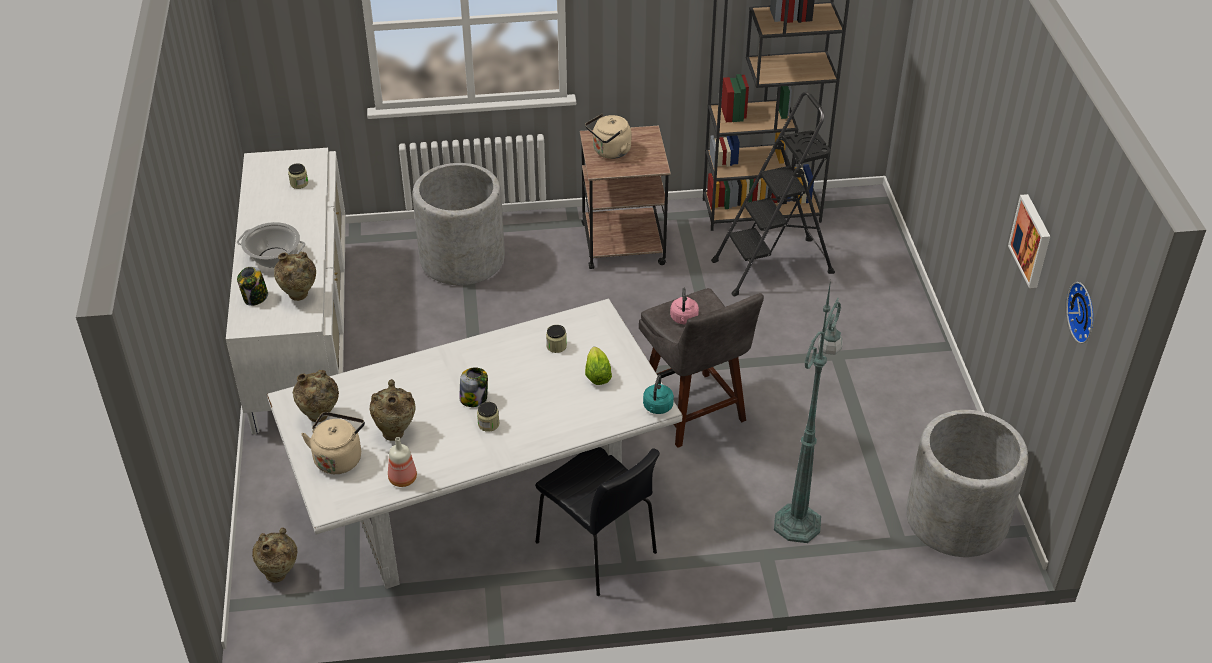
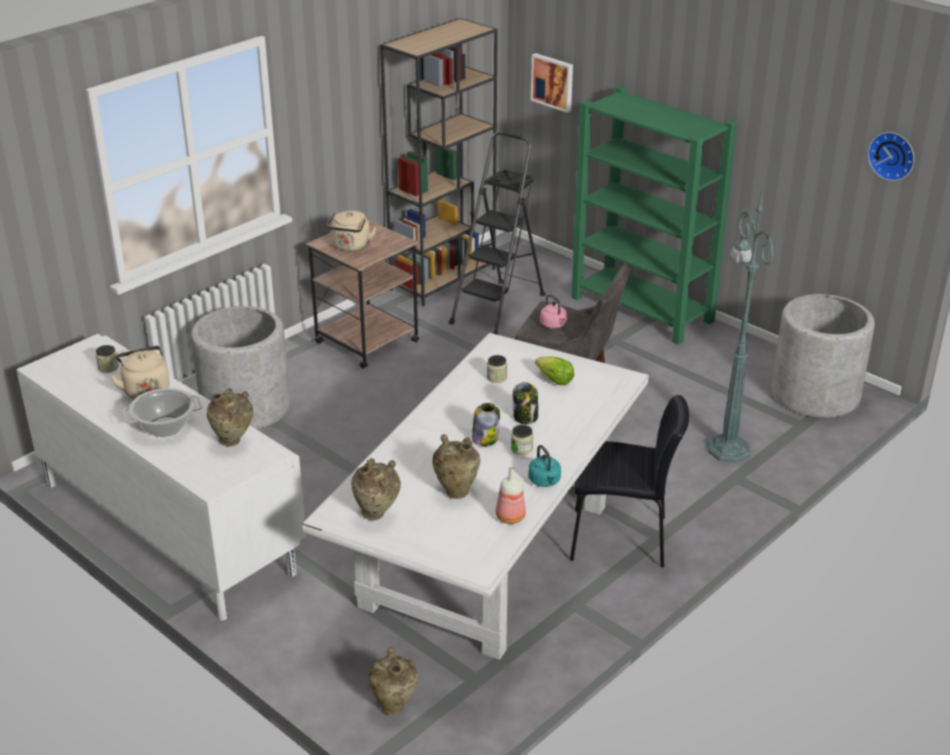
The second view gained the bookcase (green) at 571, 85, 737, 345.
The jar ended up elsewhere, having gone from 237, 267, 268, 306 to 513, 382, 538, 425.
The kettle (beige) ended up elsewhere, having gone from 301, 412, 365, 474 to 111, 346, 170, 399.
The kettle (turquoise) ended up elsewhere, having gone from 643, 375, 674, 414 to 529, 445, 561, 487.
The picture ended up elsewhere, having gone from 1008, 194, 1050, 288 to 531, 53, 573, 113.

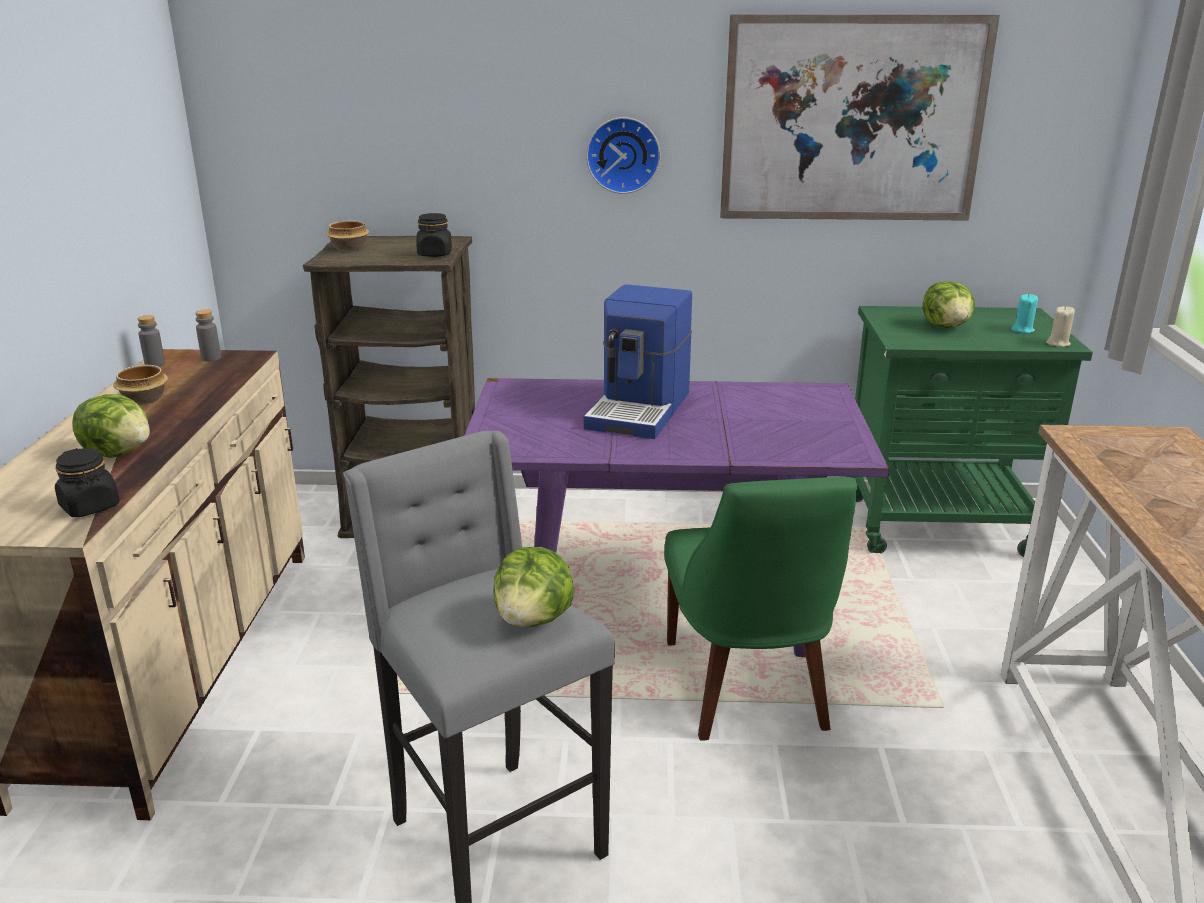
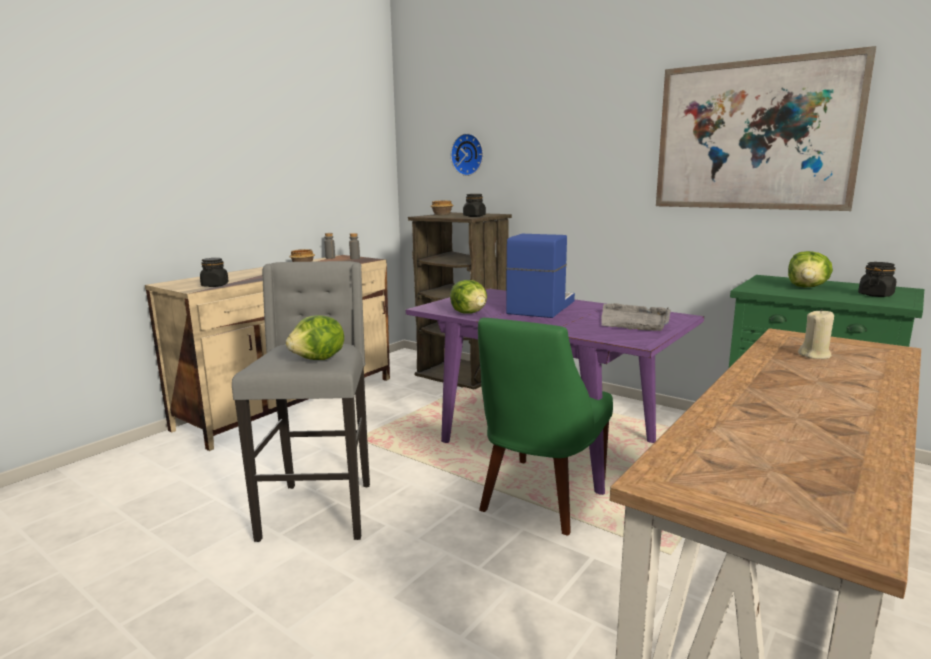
The second view gained the tray (grey) at 602, 303, 671, 331.
The lettuce ended up elsewhere, having gone from 72, 394, 150, 458 to 450, 280, 487, 314.
The wall clock ended up elsewhere, having gone from 586, 117, 661, 194 to 451, 133, 483, 176.
The candle (beige) ended up elsewhere, having gone from 1046, 306, 1075, 347 to 798, 309, 834, 359.
Where the candle (turquoise) stood at 1011, 294, 1038, 333, the jar (black) came to stand at 858, 262, 896, 297.
The coffee machine at 584, 284, 692, 439 ended up facing another way, 150 degrees clockwise from before.

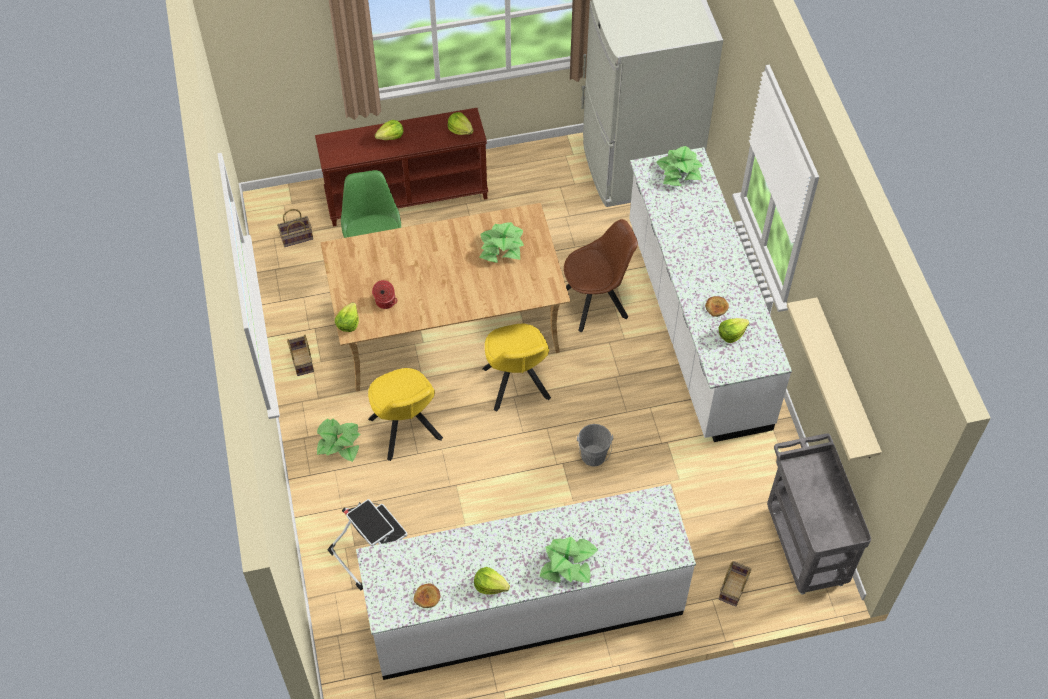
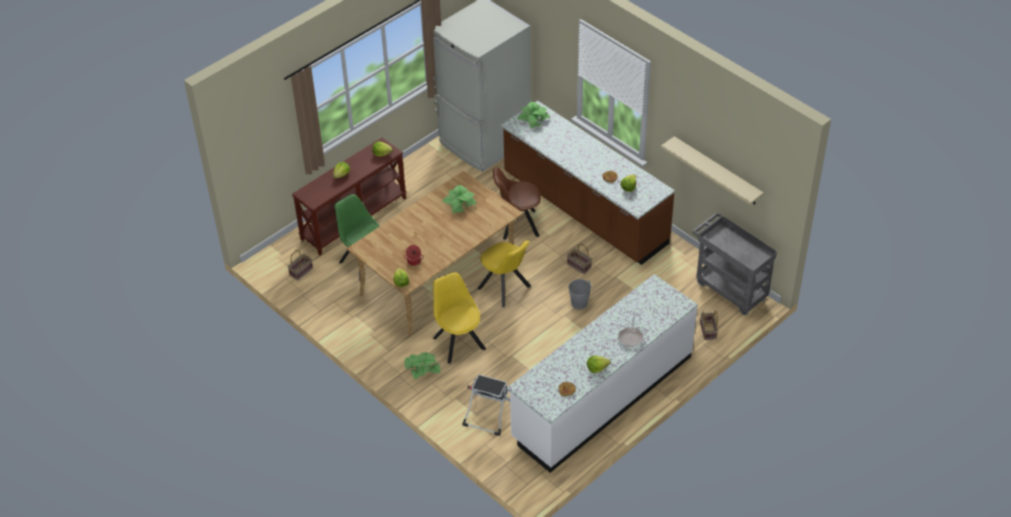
The basket ended up elsewhere, having gone from 287, 334, 314, 376 to 567, 244, 592, 274.
Where the potted plant stood at 540, 537, 598, 583, the frying pan came to stand at 618, 313, 643, 347.
What was the counter (white) at 629, 147, 792, 442 turned into the counter (brown) at 501, 101, 675, 265.
The chair (yellow) at 368, 368, 443, 461 ended up facing another way, 150 degrees counterclockwise from before.
The chair (brown) at 564, 219, 638, 332 ended up facing another way, 135 degrees counterclockwise from before.

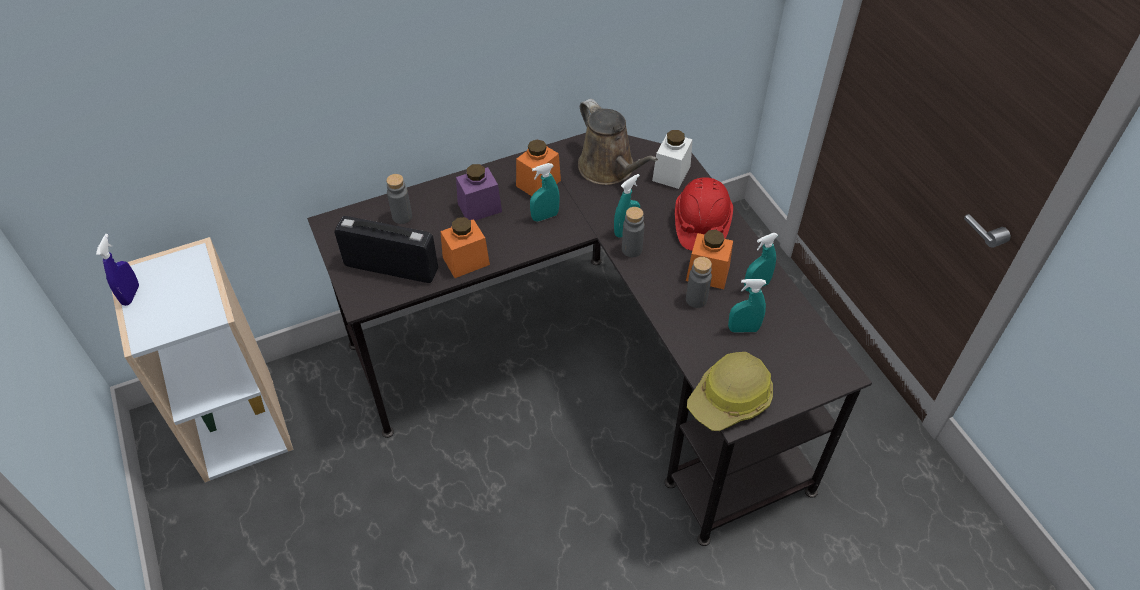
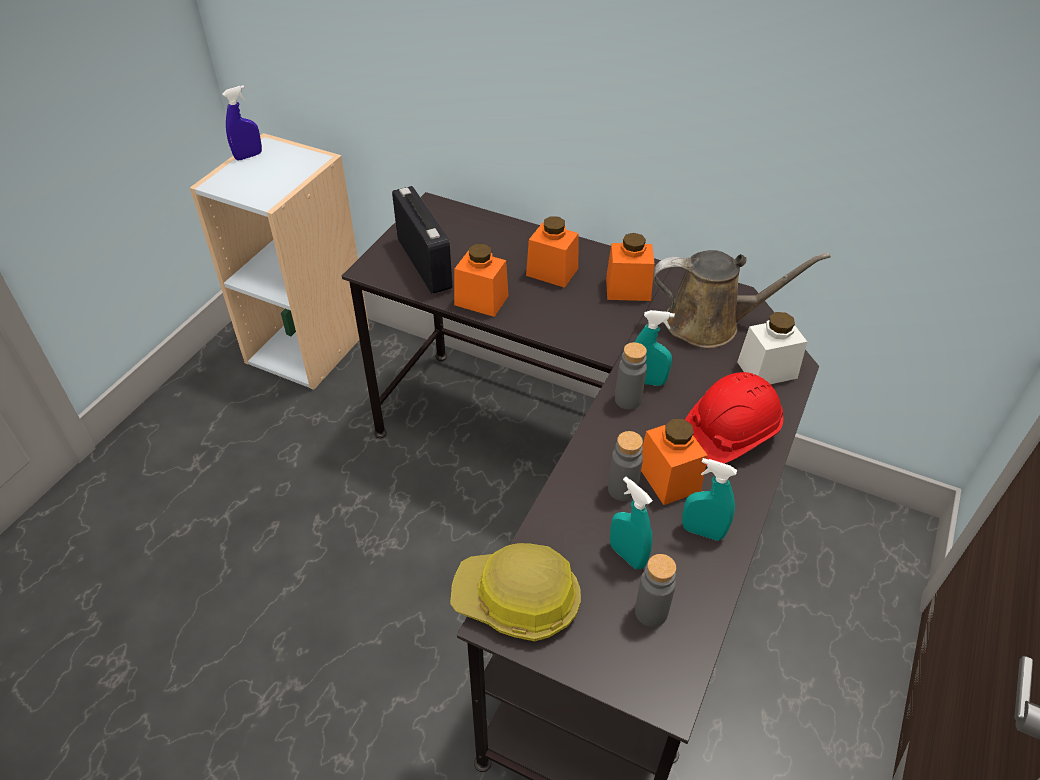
The second view lost the spray bottle (turquoise) at 530, 163, 560, 221.
The bottle (grey) ended up elsewhere, having gone from 386, 174, 412, 224 to 635, 554, 676, 627.
What was the jar (purple) at 456, 164, 502, 221 turned into the jar (orange) at 526, 216, 579, 288.
The watering can (brown) at 578, 99, 658, 185 ended up facing another way, 105 degrees counterclockwise from before.

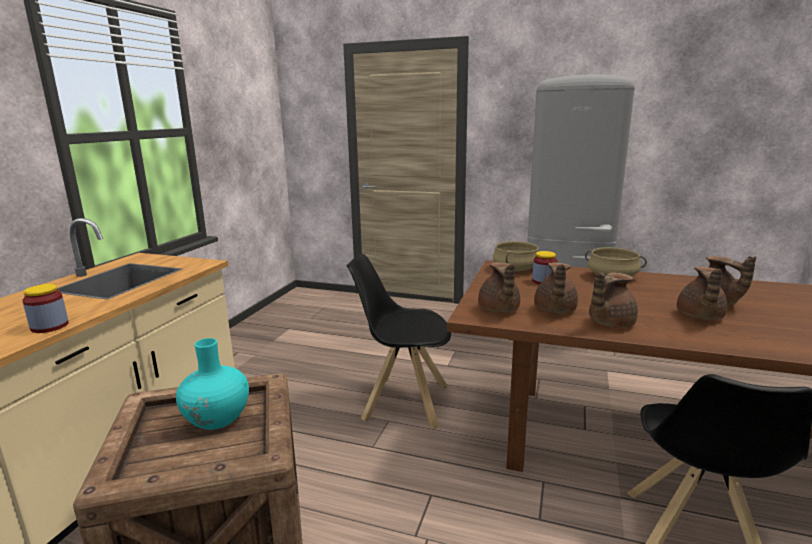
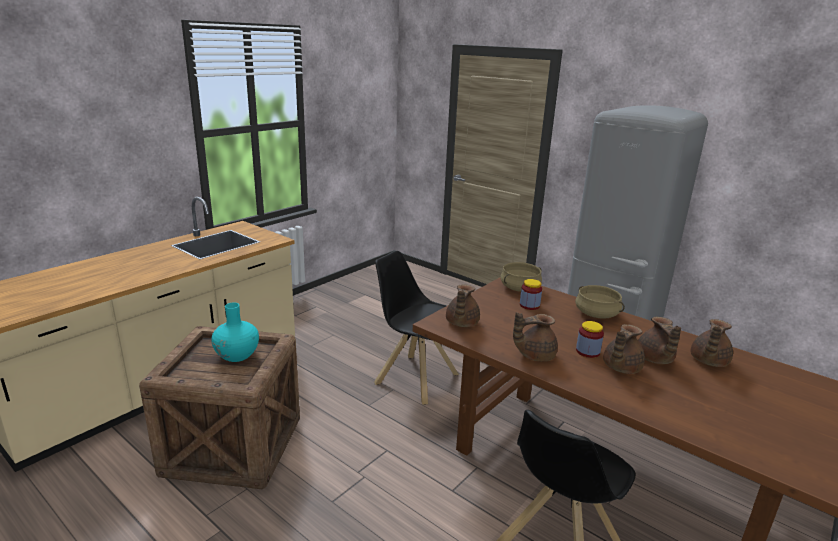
The jar ended up elsewhere, having gone from 22, 284, 69, 333 to 576, 321, 604, 358.
The teapot (brown) ended up elsewhere, having gone from 534, 263, 578, 314 to 690, 319, 733, 367.

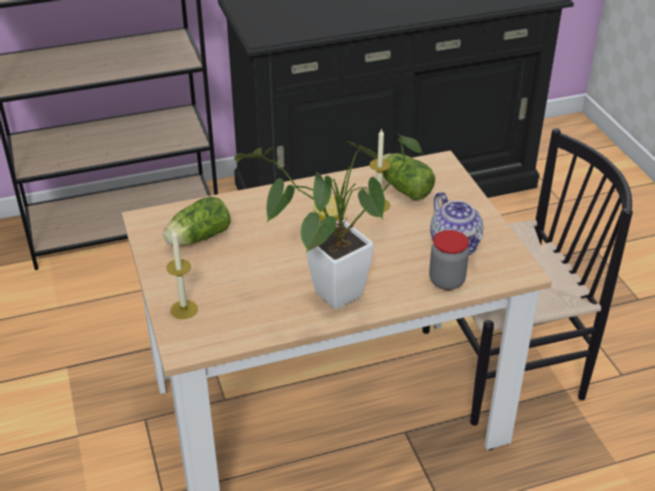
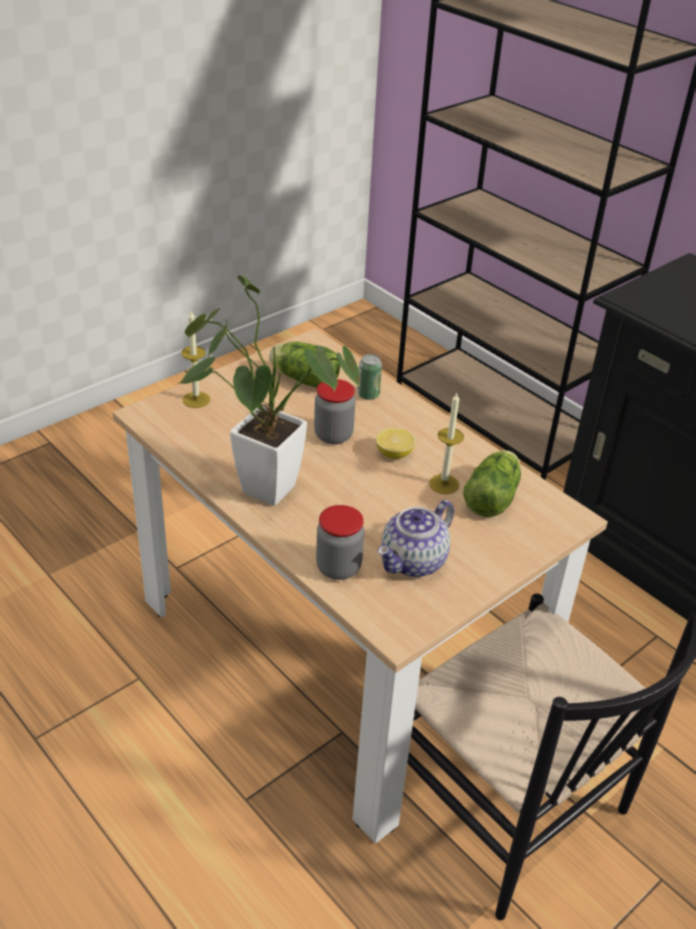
The second view gained the jar at 314, 379, 356, 444.
The second view gained the can at 357, 354, 382, 400.

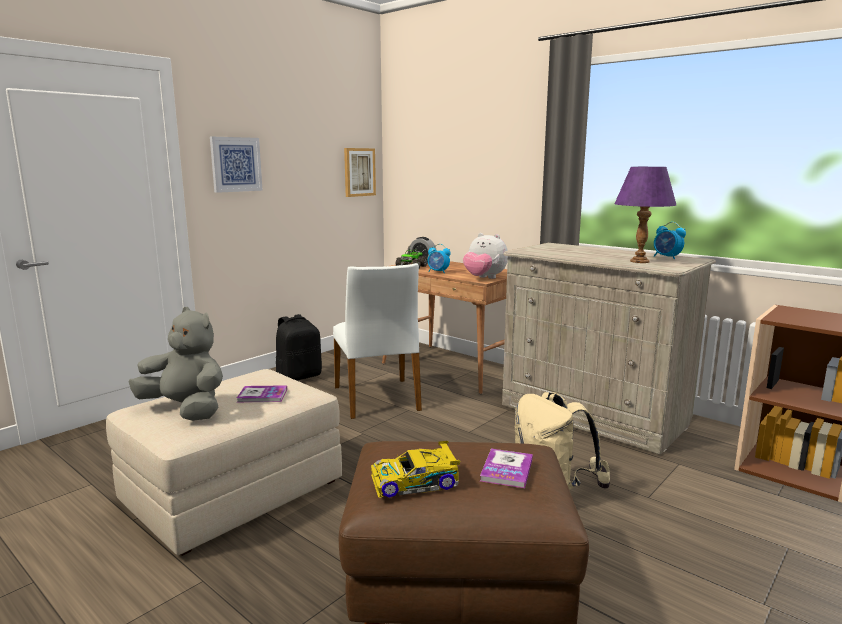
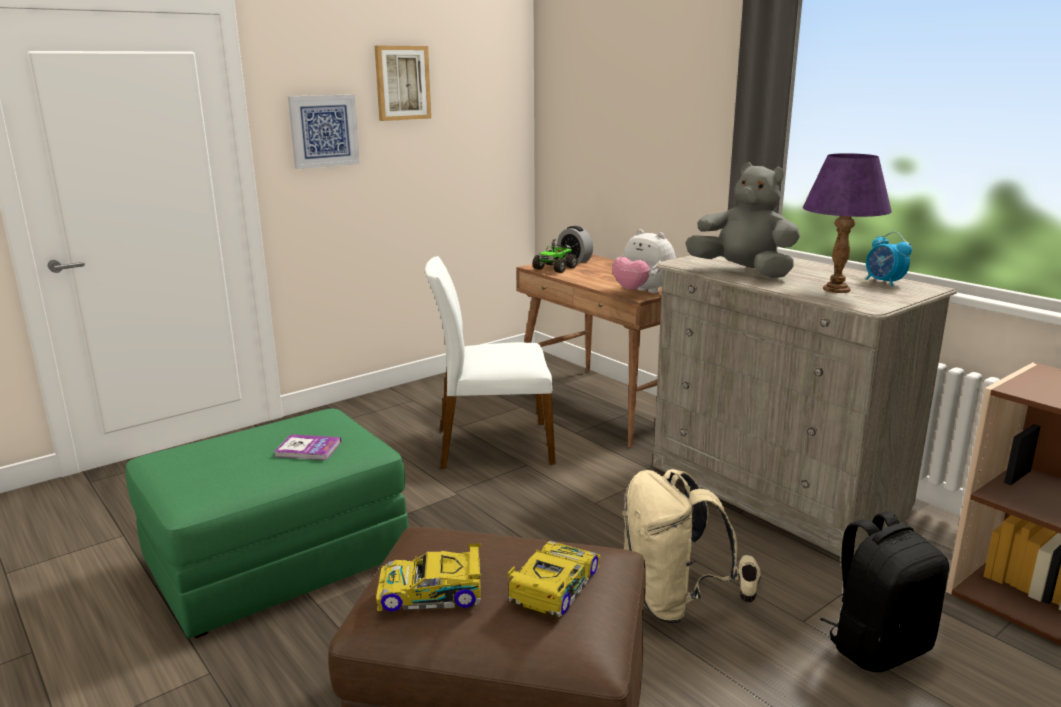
The second view lost the alarm clock at 428, 244, 451, 273.
The plush toy (grey) ended up elsewhere, having gone from 129, 307, 223, 421 to 685, 162, 800, 278.
The backpack (black) ended up elsewhere, having gone from 276, 314, 322, 381 to 820, 511, 949, 672.
The picture ended up elsewhere, having gone from 344, 148, 376, 197 to 375, 46, 431, 121.
Where the book stood at 480, 449, 533, 488, the toy car came to stand at 507, 541, 600, 618.
What was the ottoman (beige) at 106, 369, 342, 556 turned into the ottoman (green) at 125, 408, 408, 639.
The chair (white) at 333, 263, 422, 419 ended up facing another way, 90 degrees clockwise from before.

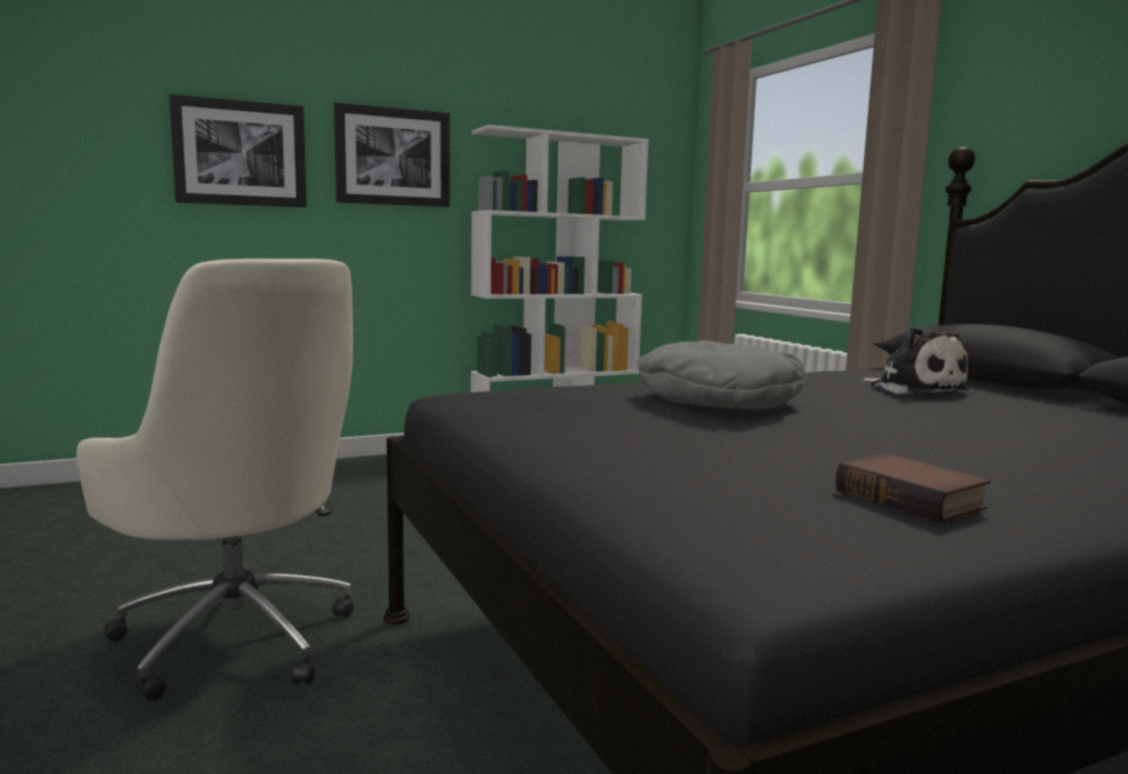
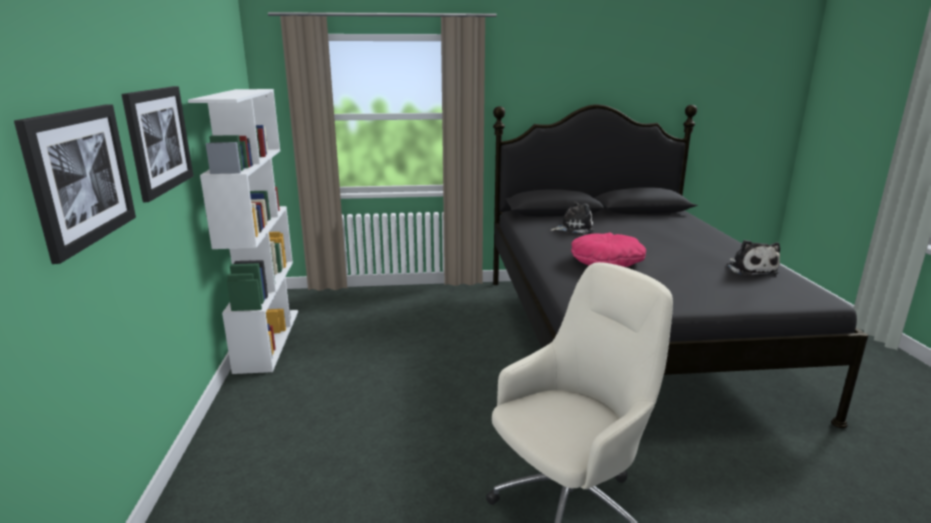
Where the book stood at 835, 454, 990, 523, the plush toy came to stand at 727, 240, 780, 276.
What was the pillow (grey) at 637, 341, 804, 410 turned into the pillow (pink) at 571, 232, 646, 267.

